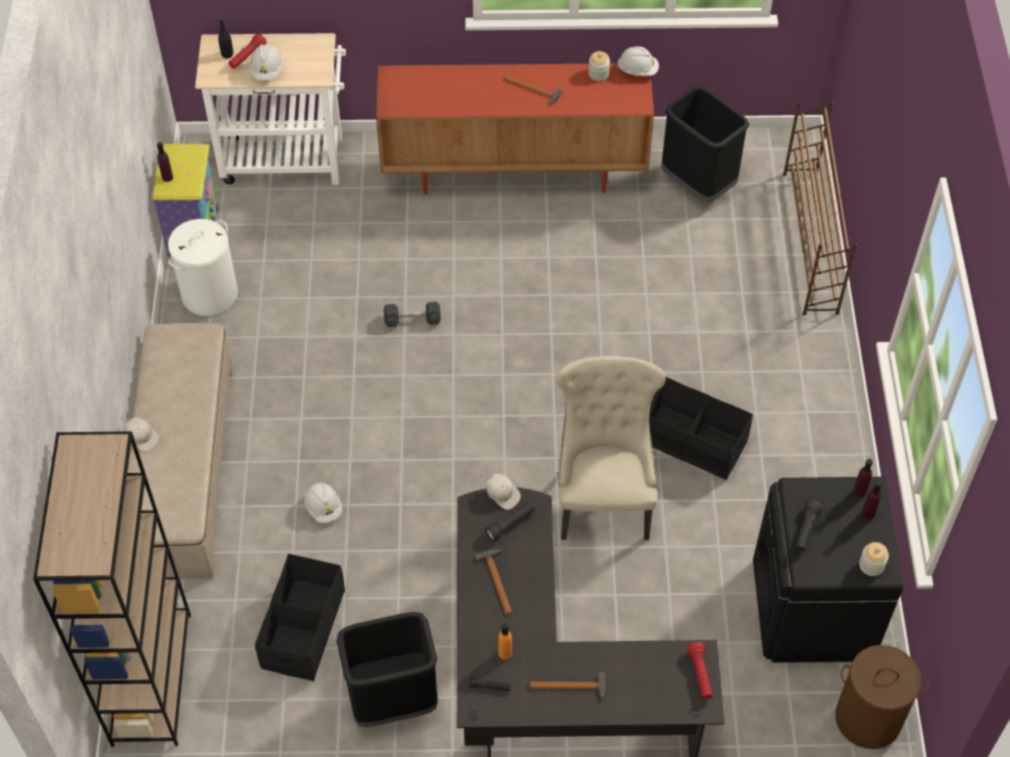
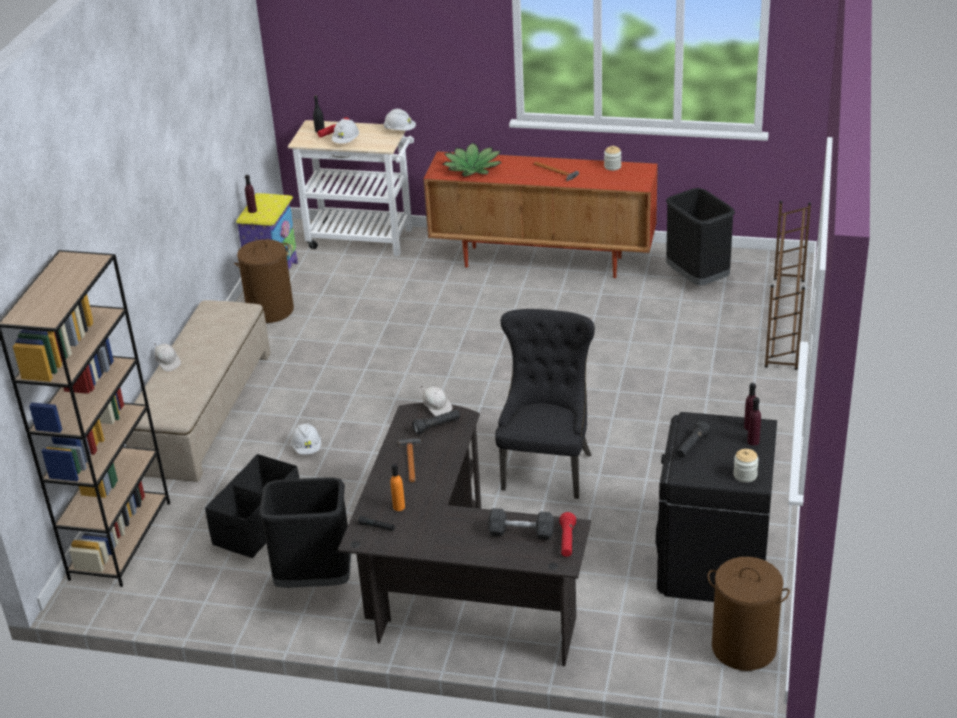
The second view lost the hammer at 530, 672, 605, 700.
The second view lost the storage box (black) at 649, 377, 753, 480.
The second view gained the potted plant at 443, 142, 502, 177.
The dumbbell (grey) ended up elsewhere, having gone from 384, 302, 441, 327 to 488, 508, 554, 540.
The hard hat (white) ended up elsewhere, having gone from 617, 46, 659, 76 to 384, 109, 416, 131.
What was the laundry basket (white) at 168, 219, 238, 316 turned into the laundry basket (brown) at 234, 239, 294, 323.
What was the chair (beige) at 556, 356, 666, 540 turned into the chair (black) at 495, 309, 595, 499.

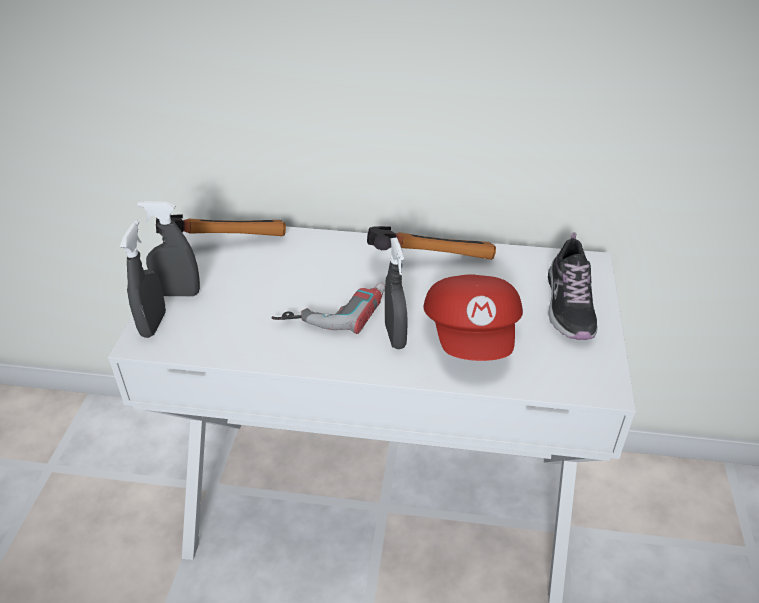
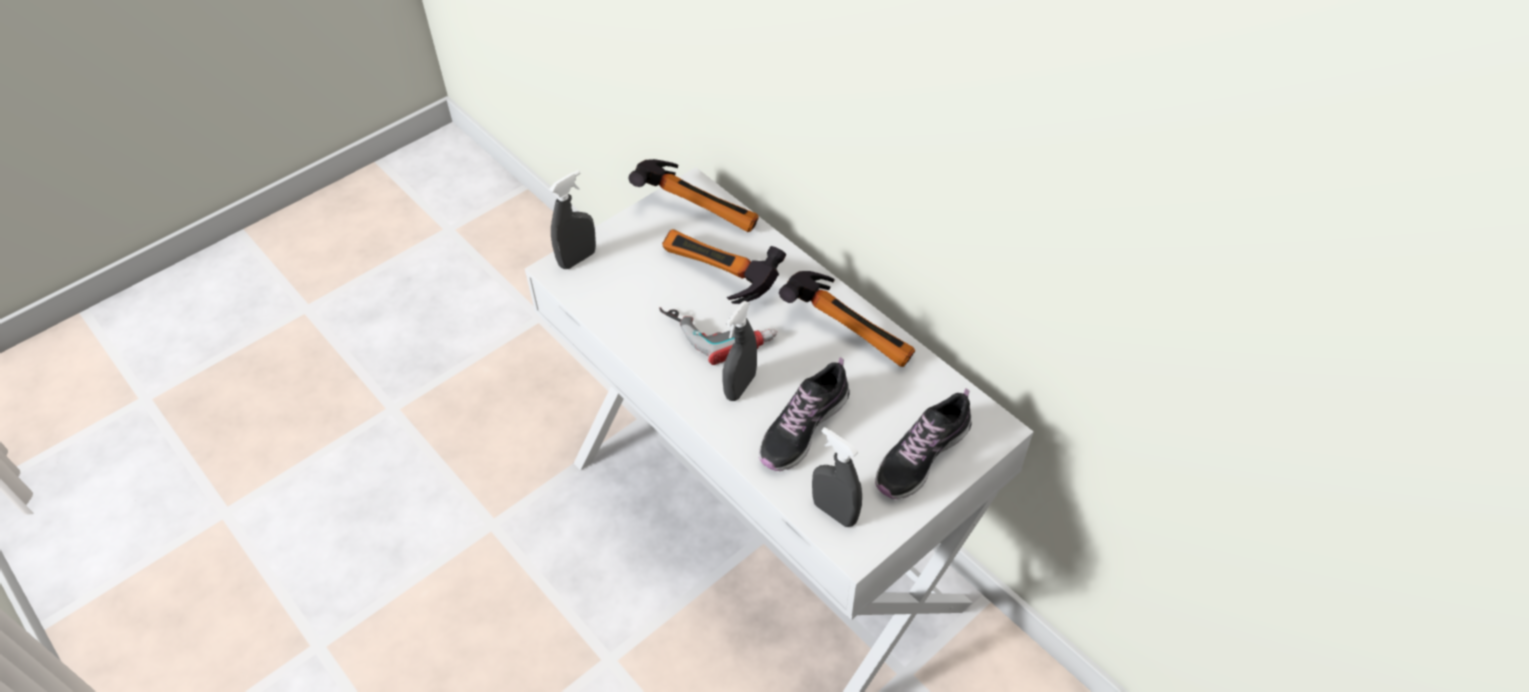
The second view gained the hammer at 662, 229, 786, 304.
The spray bottle (grey) ended up elsewhere, having gone from 138, 201, 200, 296 to 812, 427, 862, 527.
Where the cap (red) stood at 423, 274, 523, 361, the shoe came to stand at 759, 357, 850, 471.

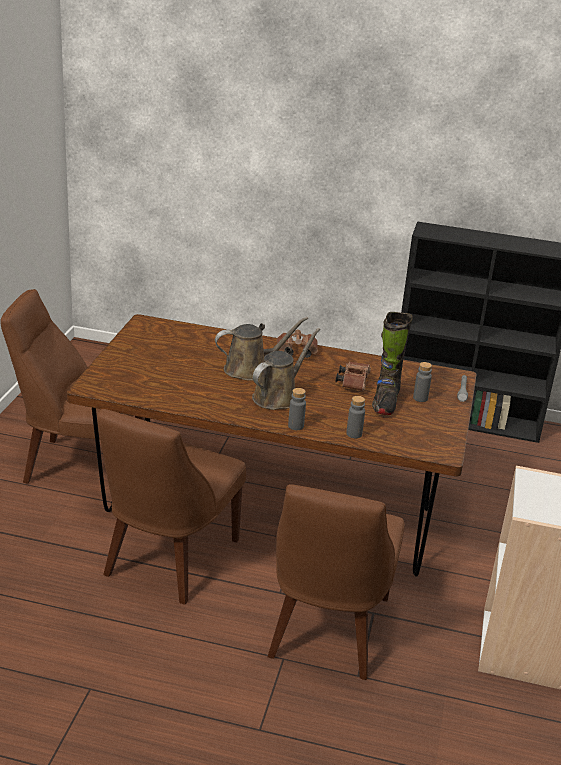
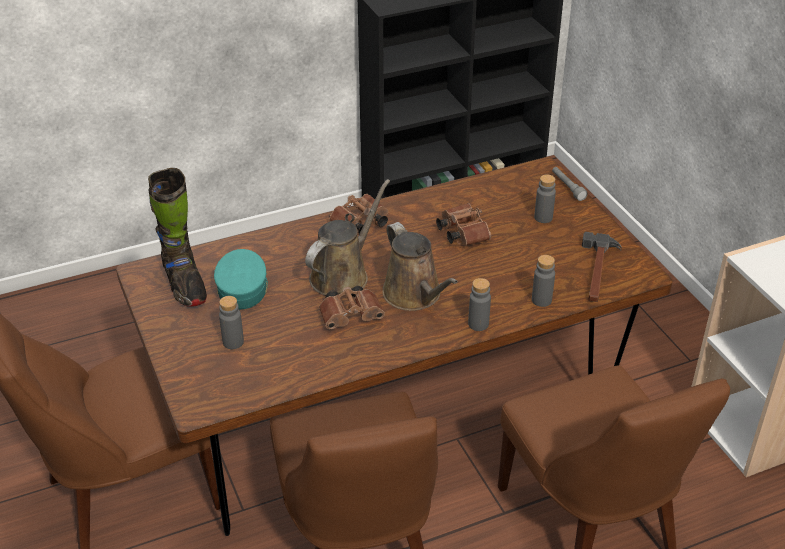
The second view gained the cap (turquoise) at 214, 249, 268, 310.
The second view gained the bottle (grey) at 219, 296, 244, 349.
The second view gained the binoculars (brown) at 319, 286, 385, 330.
The second view gained the hammer at 582, 232, 622, 302.
The boot (black) ended up elsewhere, having gone from 372, 312, 412, 415 to 148, 168, 207, 307.
The watering can (brown) at 252, 328, 320, 410 ended up facing another way, 150 degrees clockwise from before.

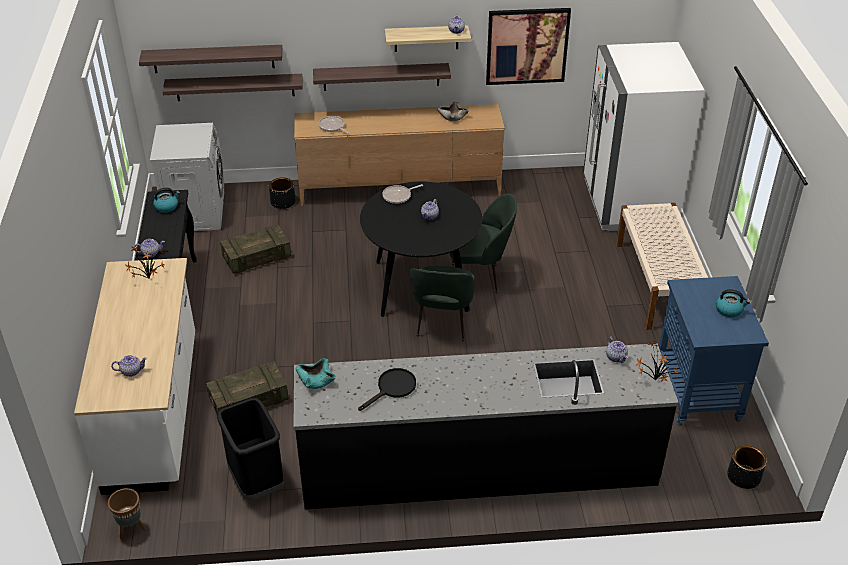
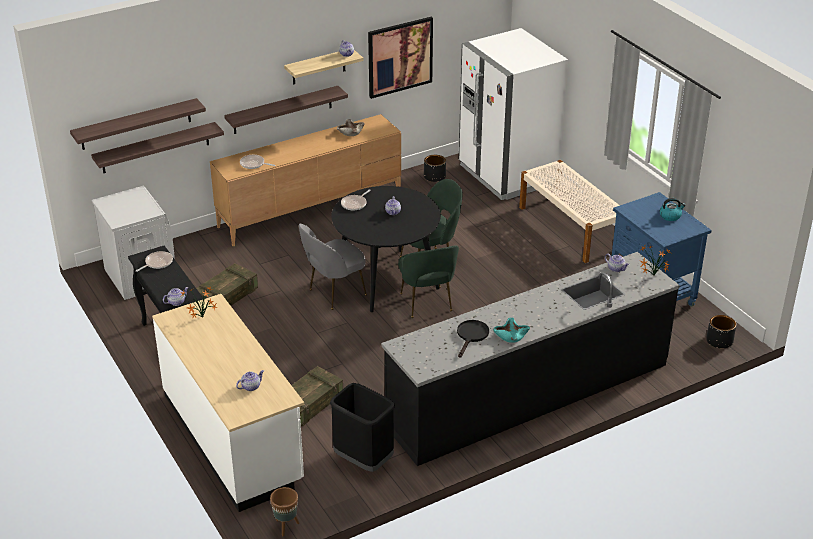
The second view gained the chair (grey) at 299, 224, 367, 310.
The planter (black) ended up elsewhere, having gone from 269, 177, 296, 209 to 424, 155, 446, 182.
The bowl (turquoise) ended up elsewhere, having gone from 295, 358, 336, 389 to 493, 318, 530, 343.
Where the kettle stood at 153, 187, 180, 213, the frying pan came to stand at 136, 251, 173, 272.

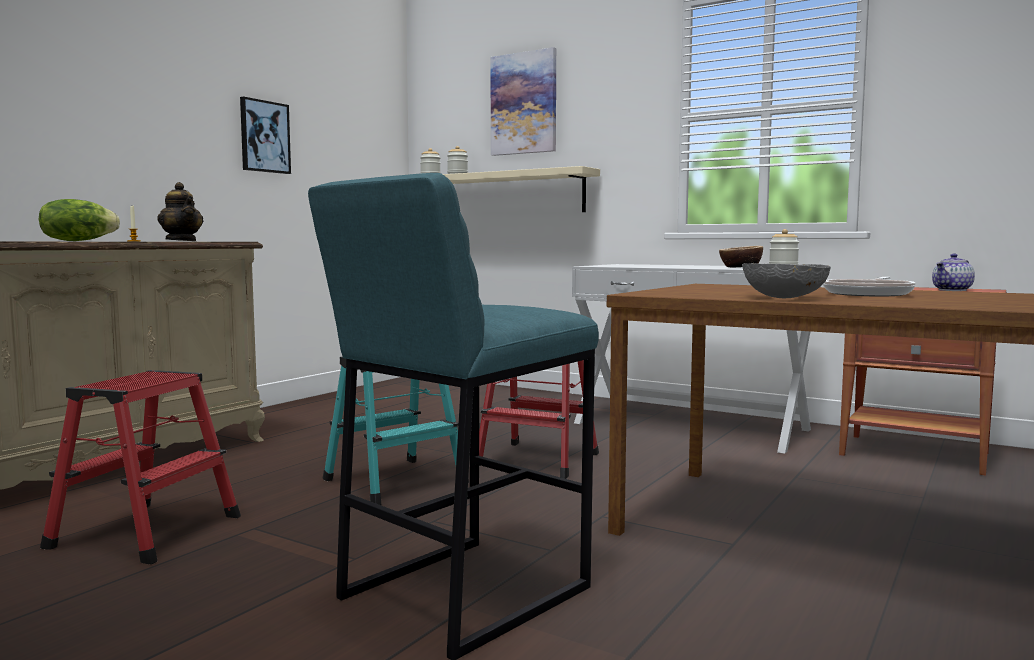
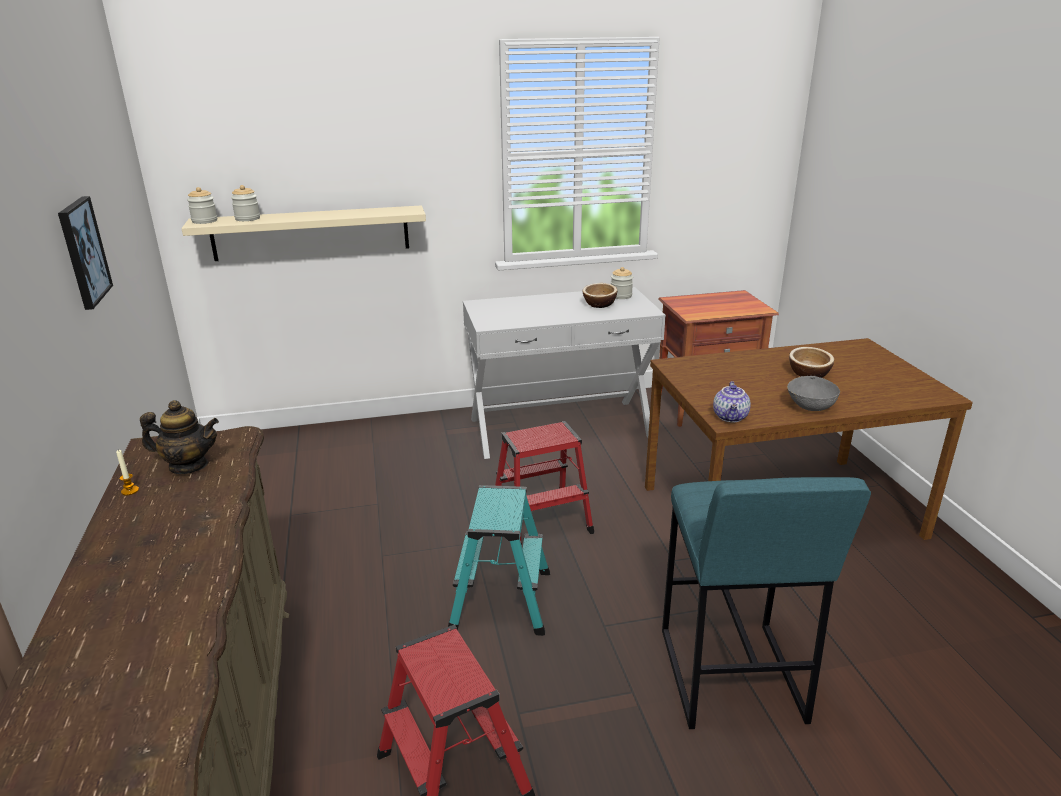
The second view lost the lettuce at 39, 199, 120, 241.
The second view lost the picture at 490, 47, 556, 156.
The teapot ended up elsewhere, having gone from 932, 254, 975, 291 to 713, 381, 751, 422.
Where the frying pan stood at 823, 277, 915, 297, the bowl came to stand at 789, 347, 834, 378.

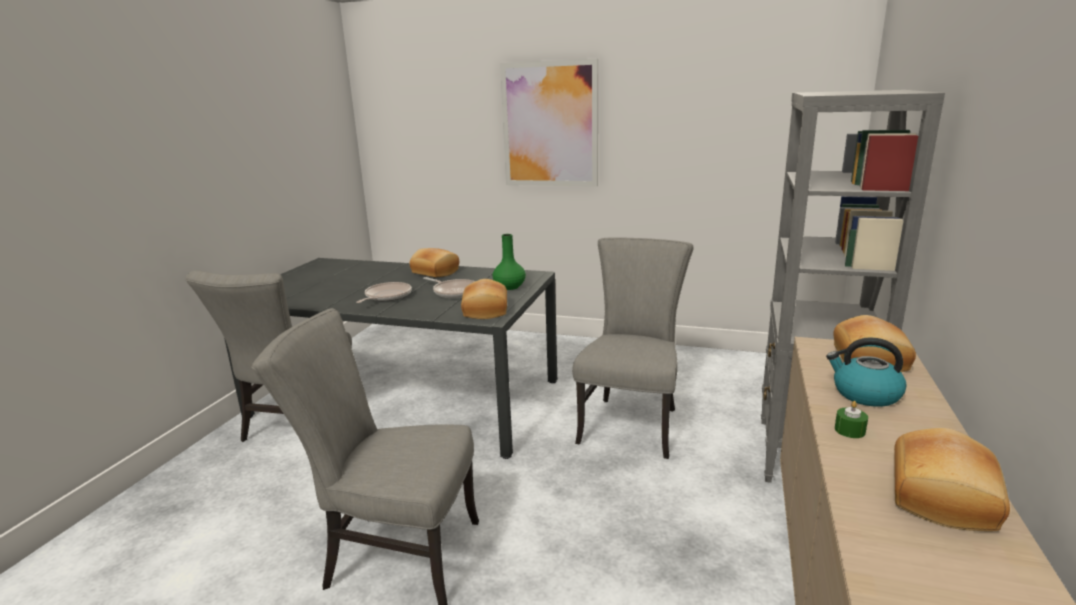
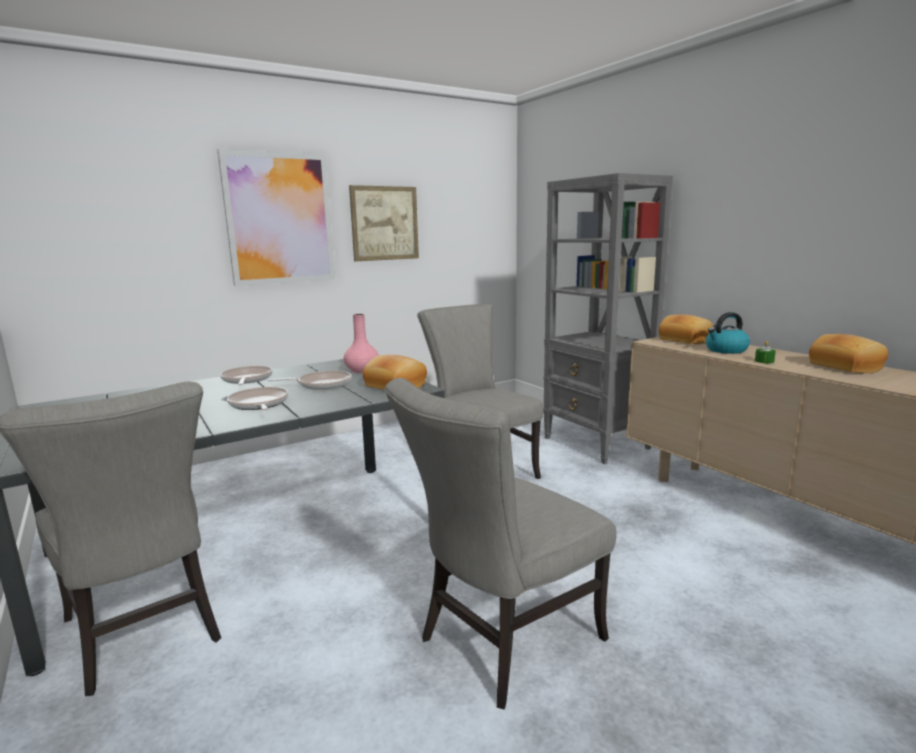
The second view gained the picture at 349, 185, 419, 261.
Where the bread stood at 410, 248, 459, 277, the frying pan came to stand at 220, 366, 273, 385.
What was the vase (green) at 493, 234, 526, 290 turned into the vase (pink) at 344, 314, 379, 373.

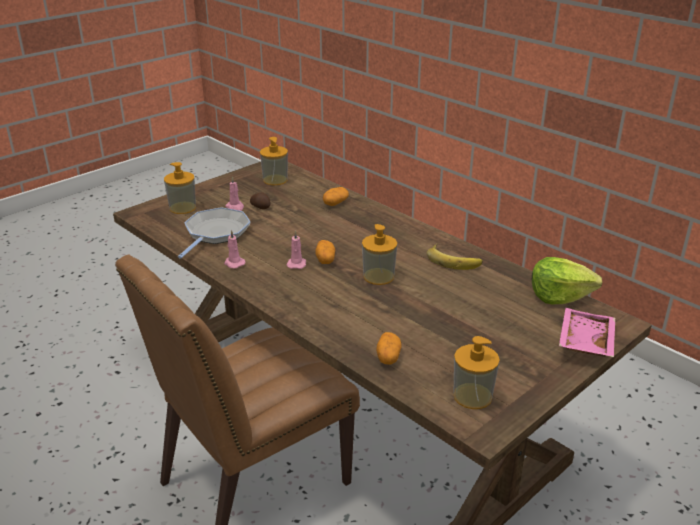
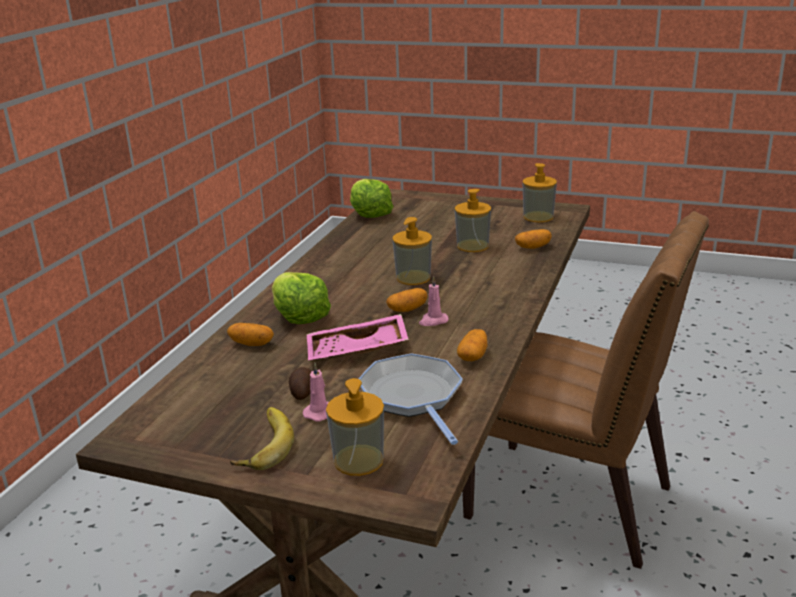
The second view gained the lettuce at 272, 272, 331, 324.
The soap dispenser ended up elsewhere, having gone from 260, 137, 288, 185 to 455, 189, 491, 252.
The banana ended up elsewhere, having gone from 427, 243, 483, 270 to 230, 407, 294, 470.
The tray (pink) ended up elsewhere, having gone from 559, 308, 615, 357 to 307, 314, 409, 360.
Where the candle (pink) stood at 224, 230, 245, 268, the potato came to stand at 457, 329, 488, 361.
The frying pan at 178, 207, 250, 258 ended up facing another way, 75 degrees clockwise from before.

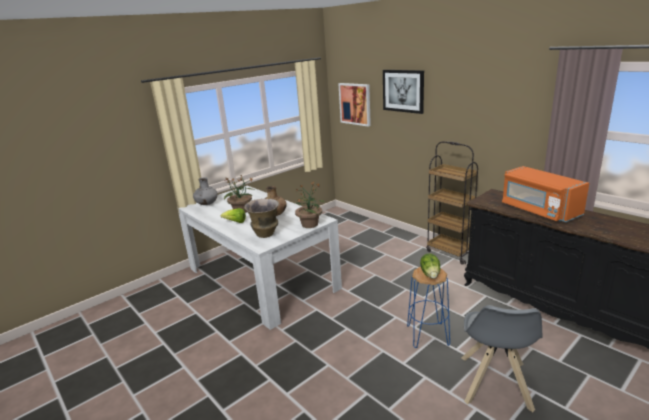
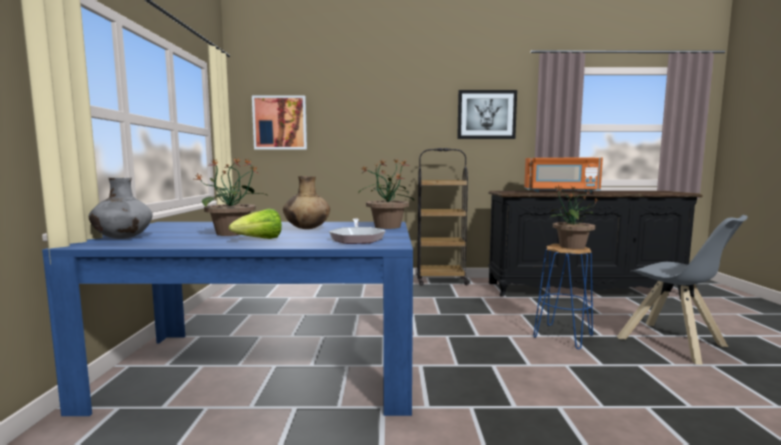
The picture ended up elsewhere, having gone from 383, 70, 424, 114 to 457, 90, 517, 139.
Where the vase stood at 244, 199, 279, 238, the frying pan came to stand at 329, 219, 385, 244.
Where the lettuce stood at 420, 253, 440, 279, the potted plant came to stand at 549, 185, 599, 249.
What was the dining table (white) at 177, 186, 342, 330 turned into the dining table (blue) at 42, 222, 413, 416.

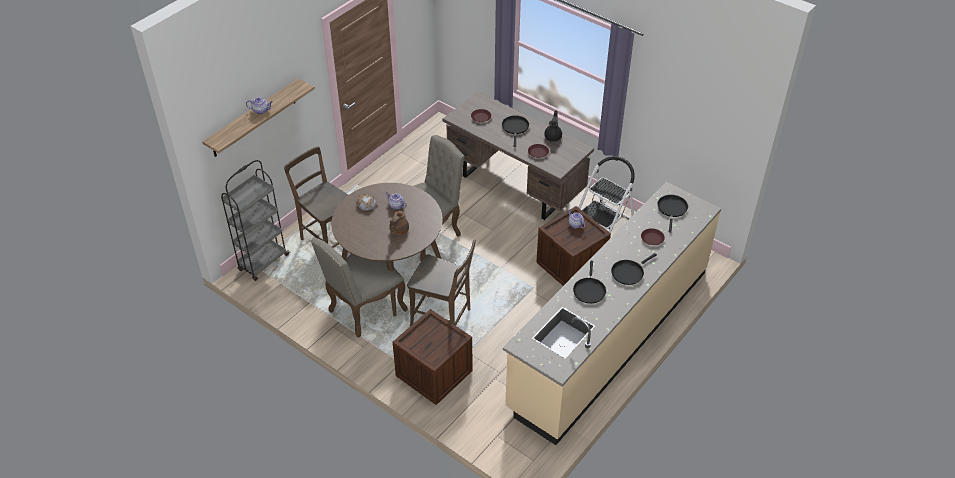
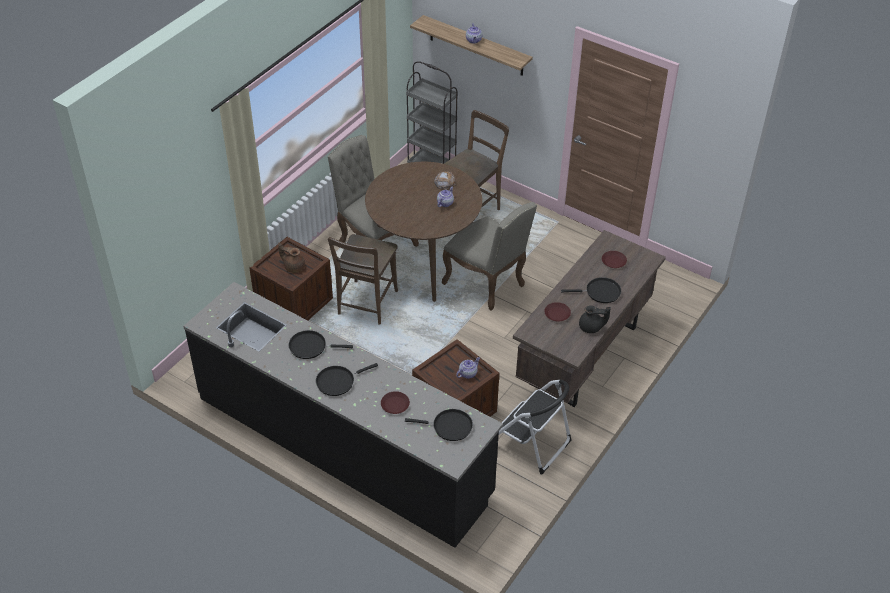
The teapot (brown) ended up elsewhere, having gone from 389, 211, 409, 235 to 278, 243, 305, 273.
What was the counter (beige) at 503, 182, 721, 445 turned into the counter (black) at 183, 282, 503, 548.
The frying pan (black) at 611, 253, 657, 285 ended up facing another way, 75 degrees counterclockwise from before.

